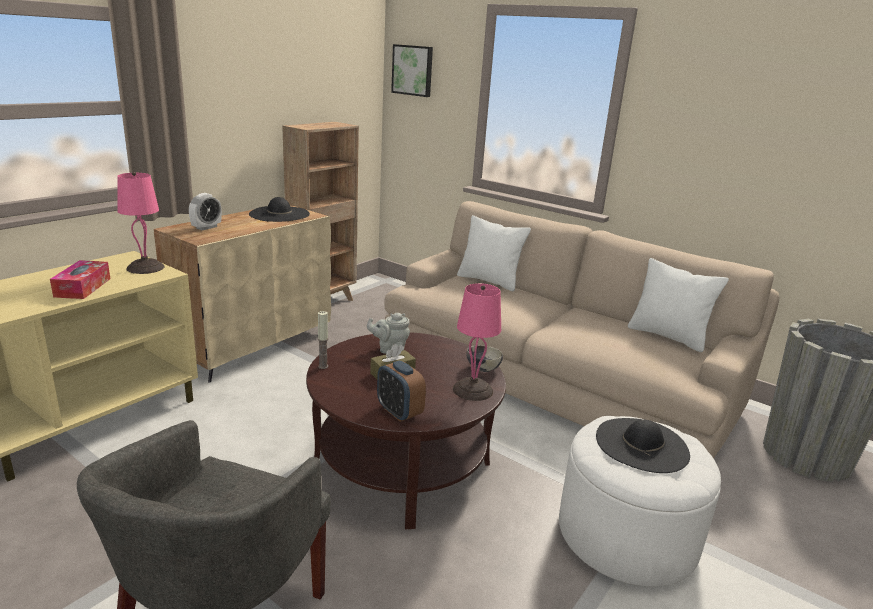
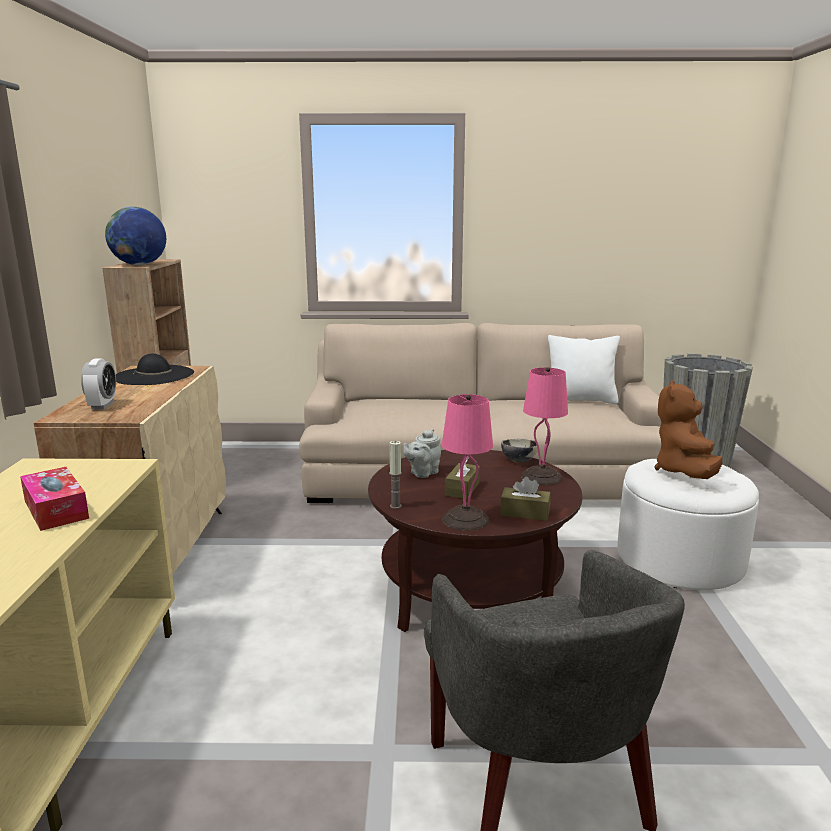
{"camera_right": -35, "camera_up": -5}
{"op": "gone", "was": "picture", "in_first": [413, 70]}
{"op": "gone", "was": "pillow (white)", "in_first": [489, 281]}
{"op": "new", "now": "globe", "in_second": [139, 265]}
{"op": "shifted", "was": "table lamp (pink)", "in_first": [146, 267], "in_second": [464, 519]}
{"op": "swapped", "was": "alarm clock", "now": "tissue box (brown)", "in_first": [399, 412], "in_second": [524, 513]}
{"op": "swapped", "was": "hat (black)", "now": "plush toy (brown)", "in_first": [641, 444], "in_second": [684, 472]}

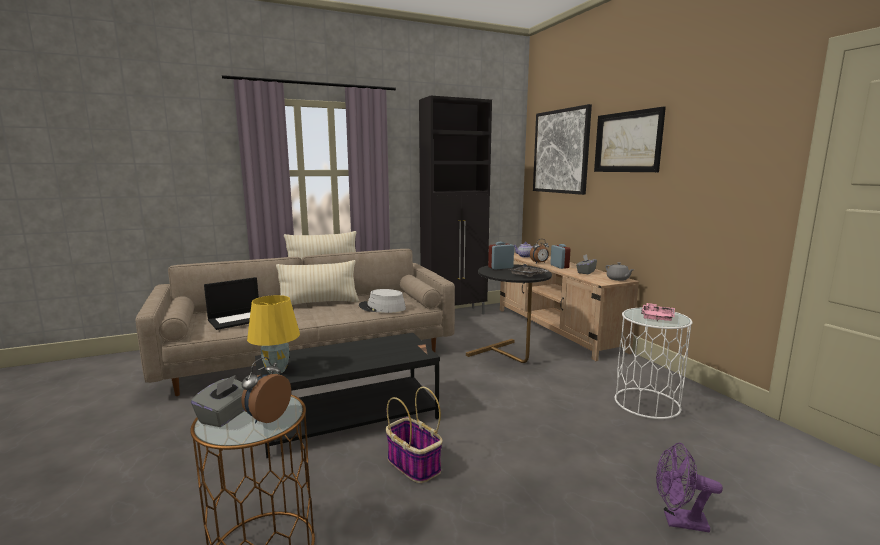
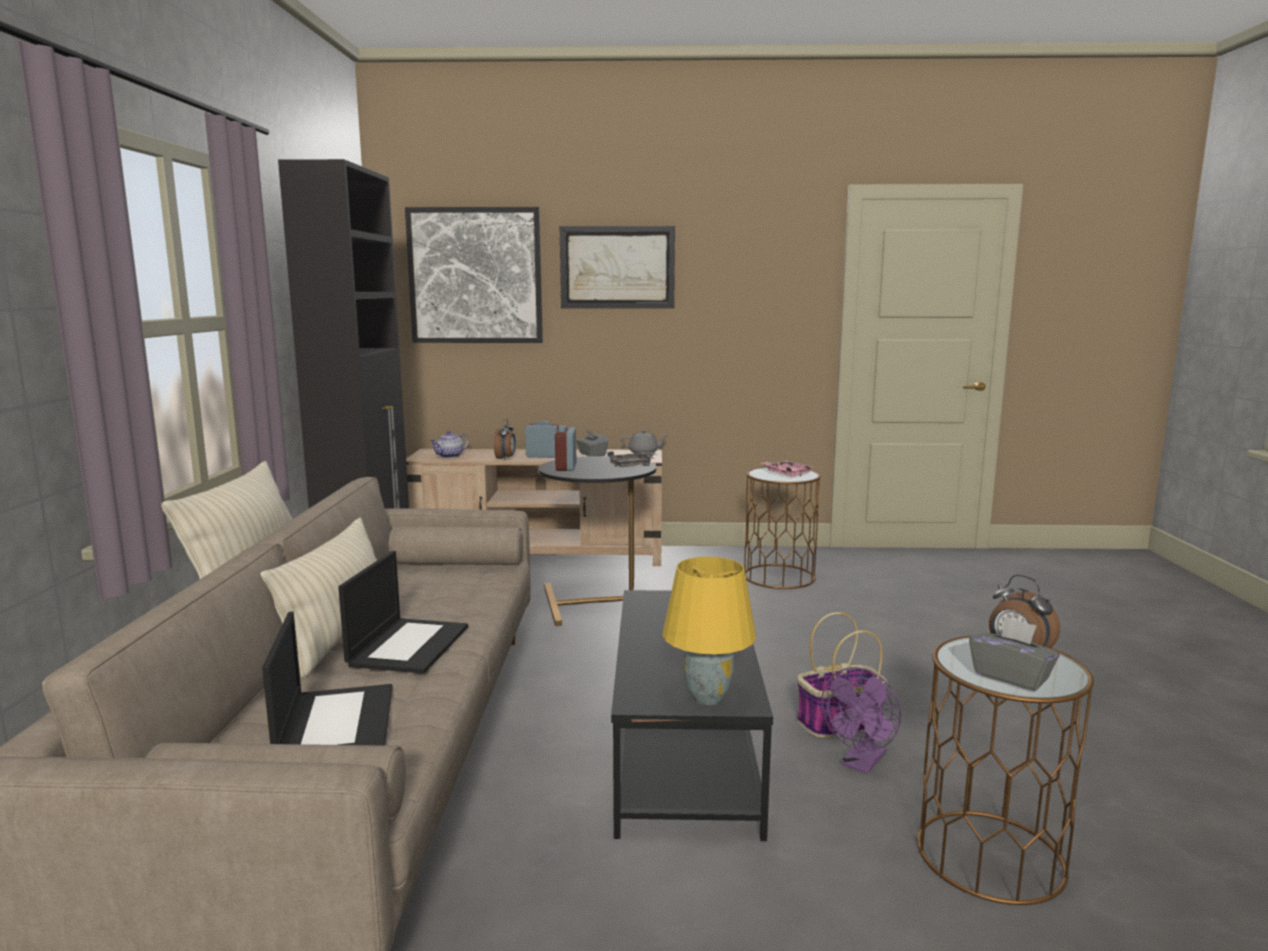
{"camera_right": -65, "camera_up": 0}
{"op": "gone", "was": "hat (grey)", "in_first": [382, 308]}
{"op": "new", "now": "laptop", "in_second": [408, 645]}
{"op": "shifted", "was": "fan (purple)", "in_first": [678, 521], "in_second": [861, 764]}
{"op": "repainted", "was": "side table (white)", "now": "side table (brown)", "in_first": [647, 403], "in_second": [779, 577]}

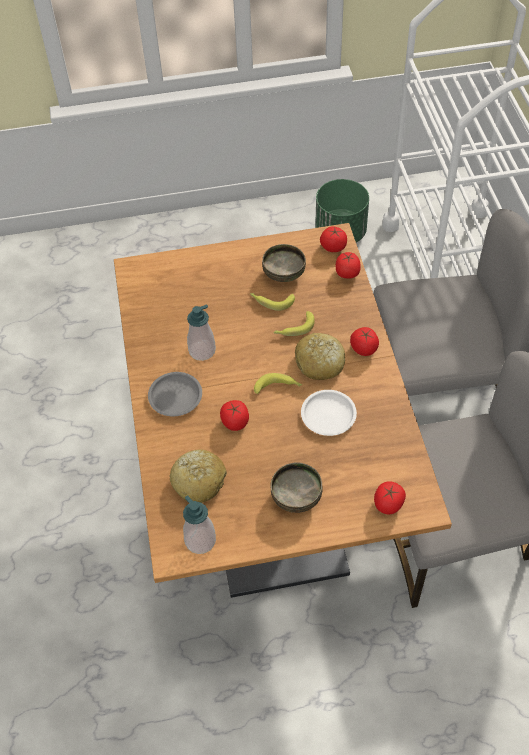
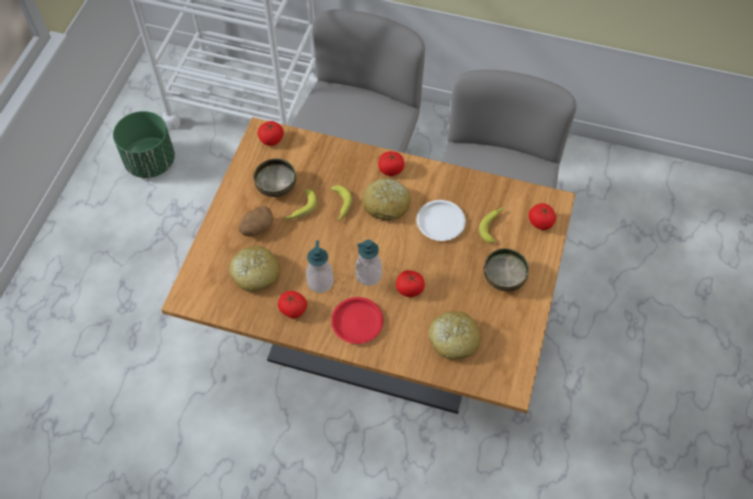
{"camera_right": -65, "camera_up": 5}
{"op": "new", "now": "bread", "in_second": [255, 273]}
{"op": "new", "now": "potato", "in_second": [257, 228]}
{"op": "shifted", "was": "soap dispenser", "in_first": [200, 540], "in_second": [368, 275]}
{"op": "shifted", "was": "banana", "in_first": [278, 387], "in_second": [493, 225]}
{"op": "shifted", "was": "tomato", "in_first": [347, 273], "in_second": [293, 309]}
{"op": "repainted", "was": "plate (grey)", "now": "plate (red)", "in_first": [175, 396], "in_second": [357, 322]}

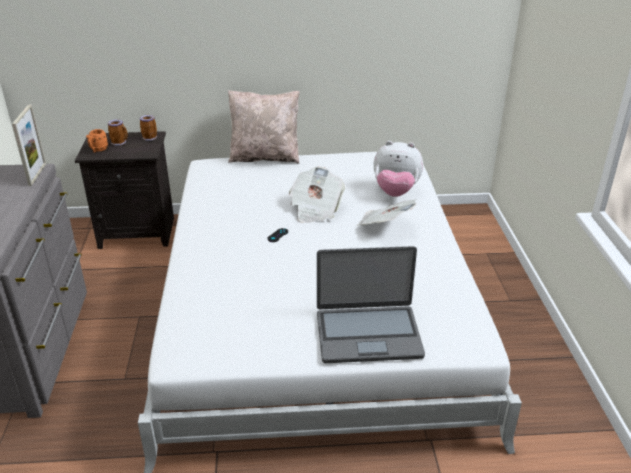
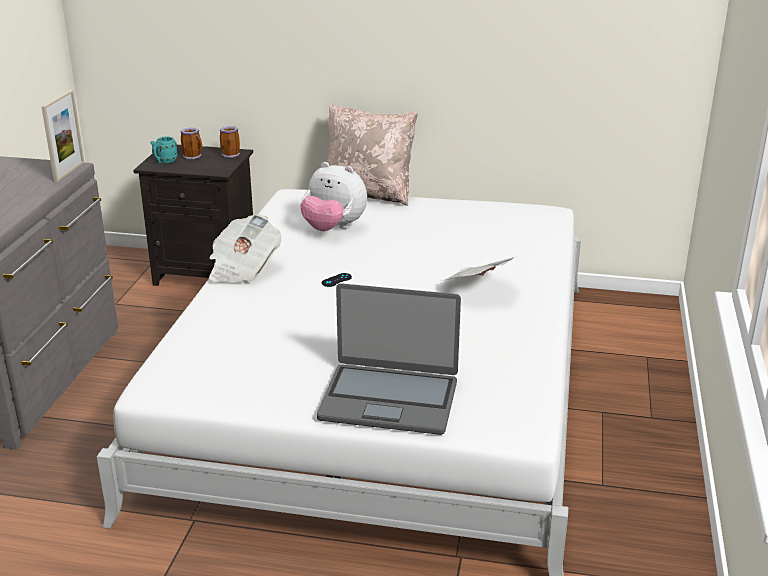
{"camera_right": 15, "camera_up": -5}
{"op": "shifted", "was": "newspaper", "in_first": [315, 209], "in_second": [243, 268]}
{"op": "shifted", "was": "plush toy", "in_first": [395, 192], "in_second": [333, 228]}
{"op": "repainted", "was": "mug (orange)", "now": "mug (turquoise)", "in_first": [98, 150], "in_second": [164, 162]}

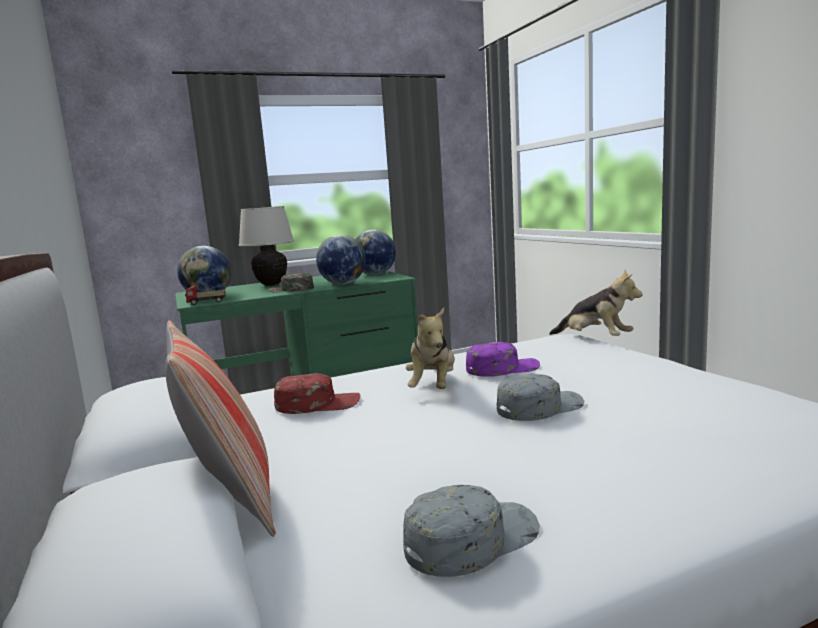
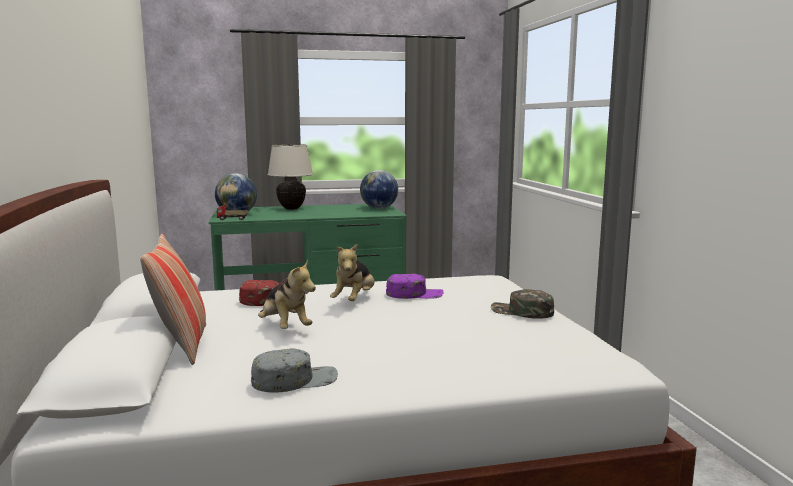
{"camera_right": 10, "camera_up": 0}
{"op": "gone", "was": "globe", "in_first": [343, 284]}
{"op": "gone", "was": "cap (grey)", "in_first": [539, 407]}
{"op": "shifted", "was": "cap (green)", "in_first": [291, 290], "in_second": [521, 312]}
{"op": "shifted", "was": "plush toy", "in_first": [595, 339], "in_second": [284, 327]}

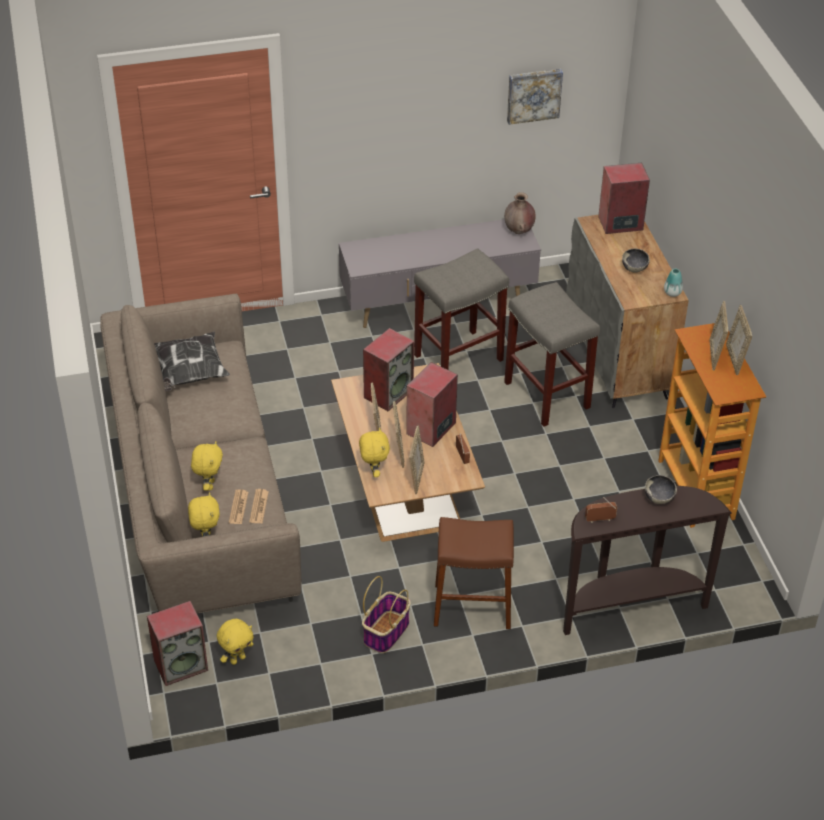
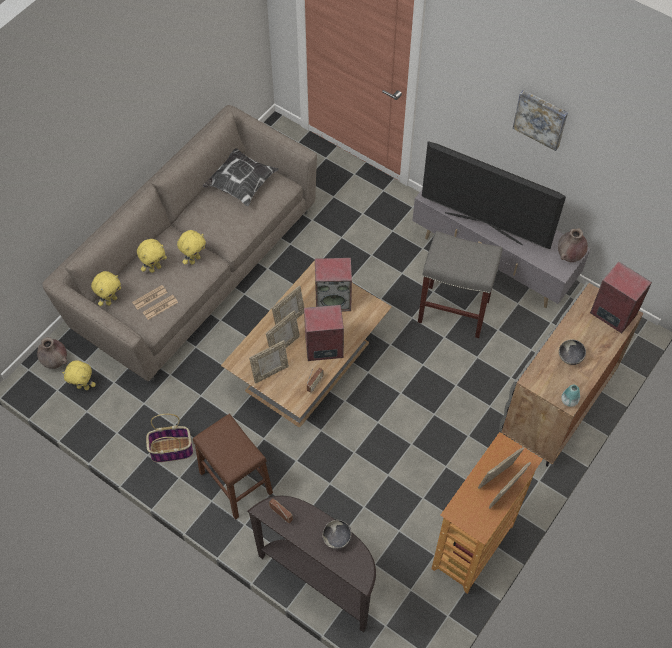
{"camera_right": 50, "camera_up": 15}
{"op": "gone", "was": "stool (grey)", "in_first": [548, 395]}
{"op": "new", "now": "television", "in_second": [484, 227]}
{"op": "shifted", "was": "plush toy (yellow)", "in_first": [374, 472], "in_second": [194, 259]}
{"op": "shifted", "was": "picture", "in_first": [533, 95], "in_second": [541, 118]}
{"op": "swapped", "was": "speaker", "now": "vase (brown)", "in_first": [181, 665], "in_second": [56, 362]}

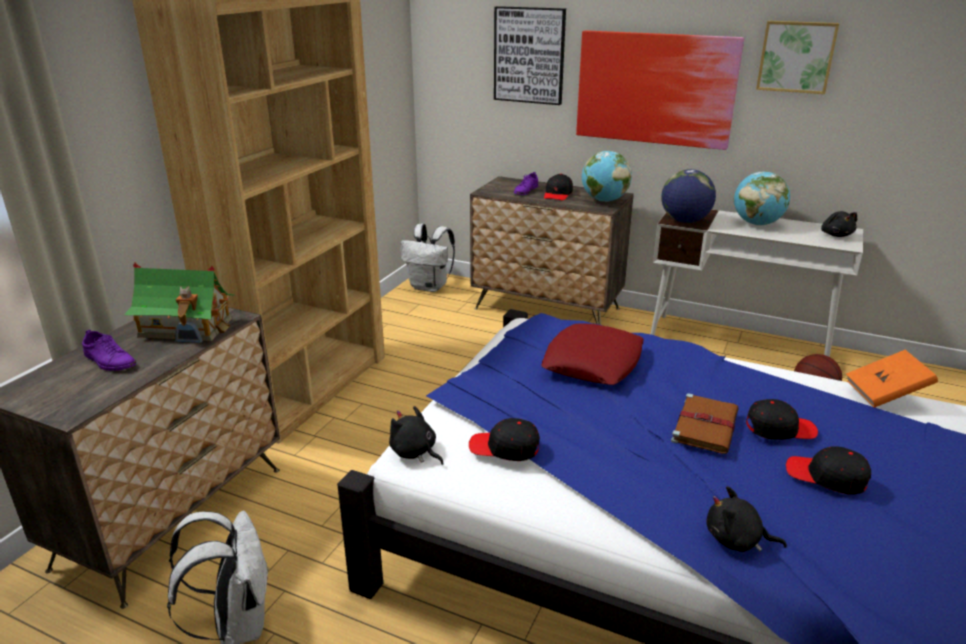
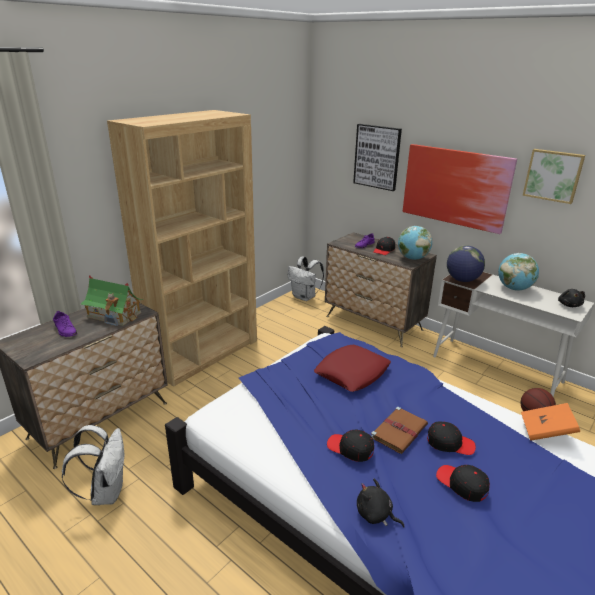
{"camera_right": 15, "camera_up": 0}
{"op": "gone", "was": "plush toy (black)", "in_first": [415, 452]}
{"op": "shifted", "was": "cap (black)", "in_first": [504, 448], "in_second": [350, 448]}

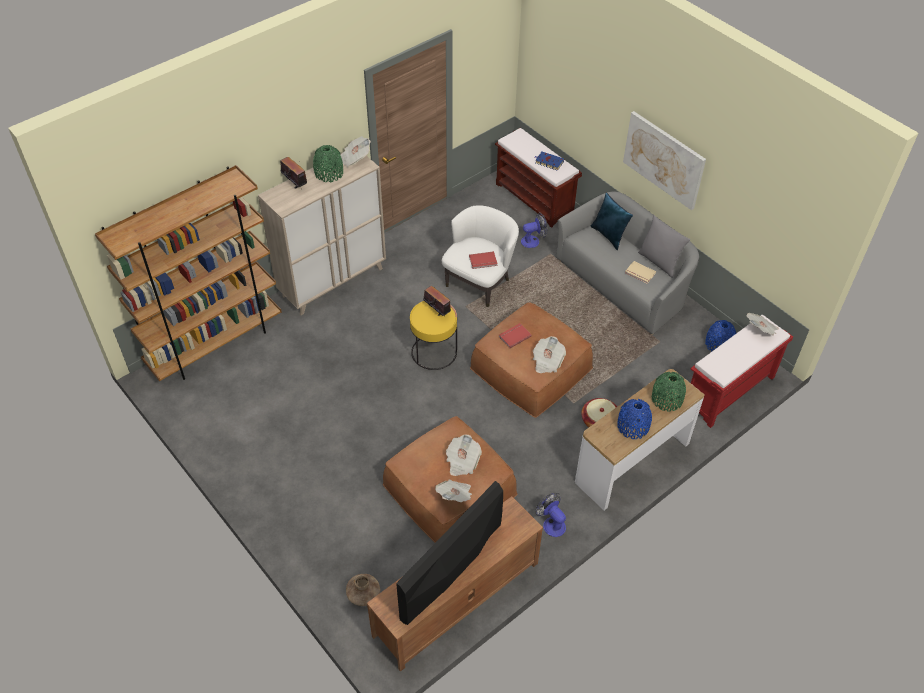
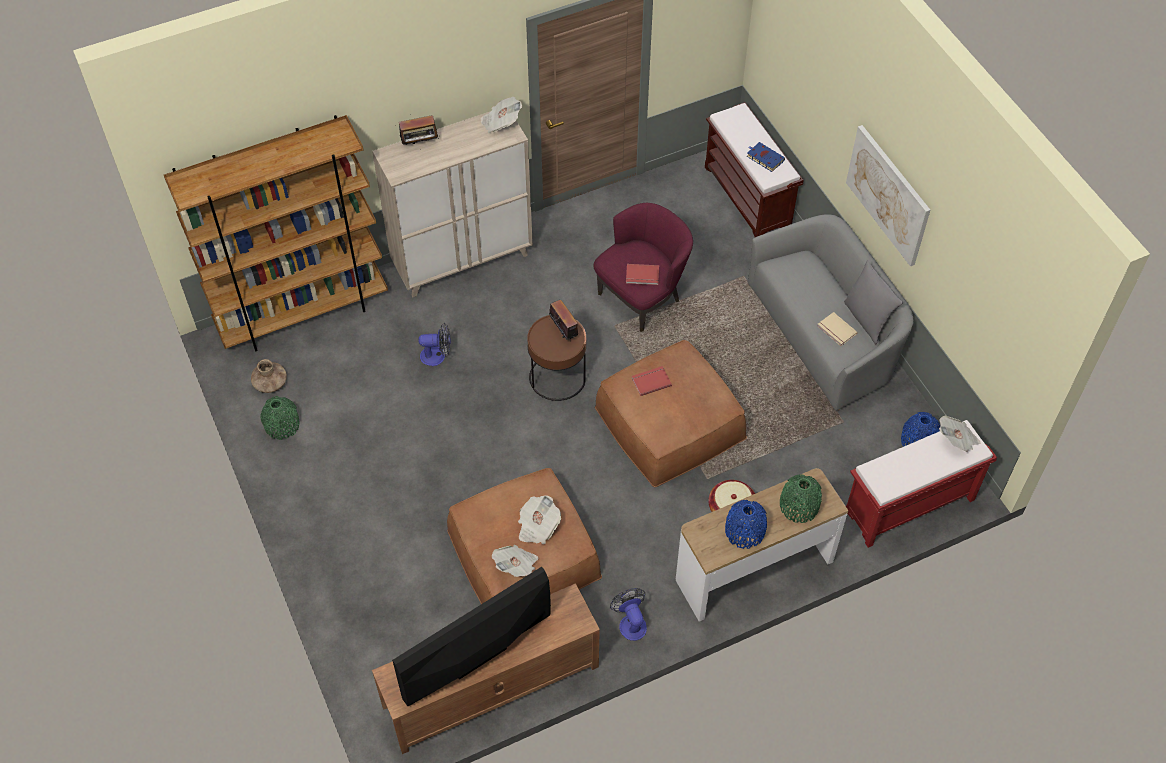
{"camera_right": 15, "camera_up": 5}
{"op": "gone", "was": "newspaper", "in_first": [547, 361]}
{"op": "gone", "was": "pillow (blue)", "in_first": [609, 235]}
{"op": "shifted", "was": "vase (green)", "in_first": [329, 173], "in_second": [282, 425]}
{"op": "shifted", "was": "vase (brown)", "in_first": [363, 594], "in_second": [270, 383]}
{"op": "shifted", "was": "fan", "in_first": [533, 241], "in_second": [437, 356]}
{"op": "repainted", "was": "side table (yellow)", "now": "side table (brown)", "in_first": [433, 352], "in_second": [557, 377]}
{"op": "repainted", "was": "armchair (white)", "now": "armchair (purple)", "in_first": [480, 282], "in_second": [642, 297]}
{"op": "rotated", "was": "radio", "in_first": [295, 184], "in_second": [420, 144], "clockwise": 105}

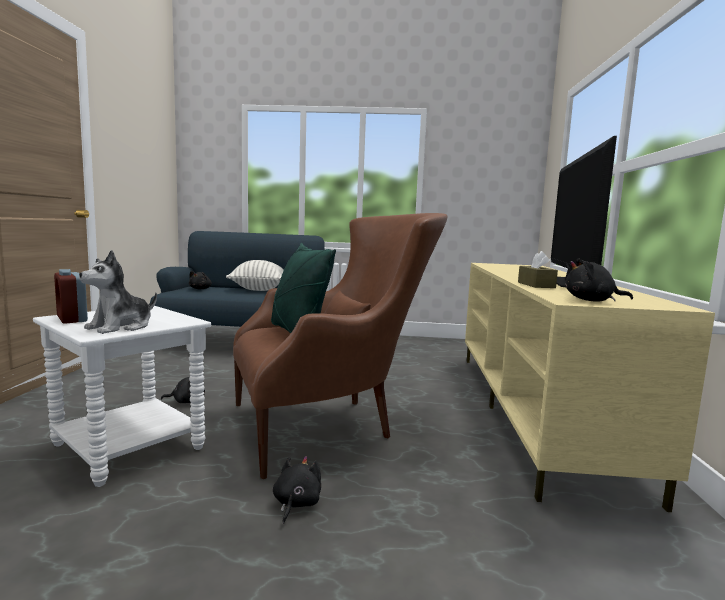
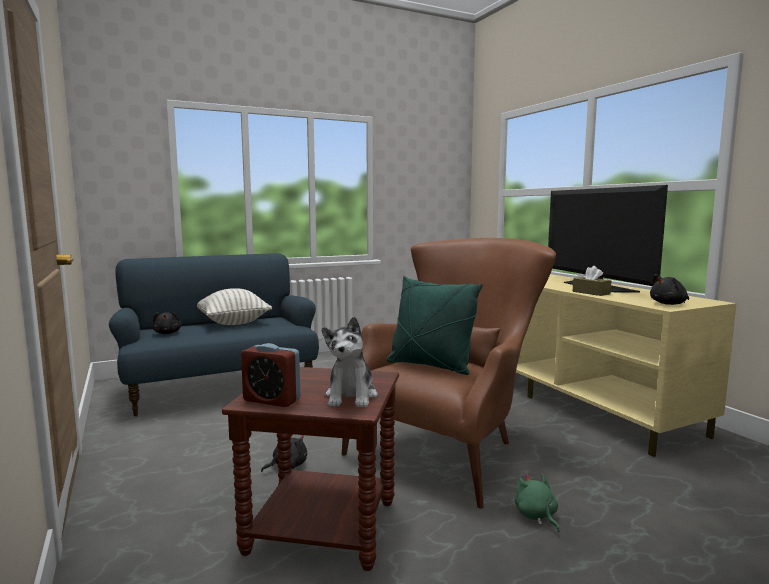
{"camera_right": -30, "camera_up": 0}
{"op": "repainted", "was": "side table (white)", "now": "side table (brown)", "in_first": [130, 447], "in_second": [323, 526]}
{"op": "repainted", "was": "plush toy (black)", "now": "plush toy (green)", "in_first": [296, 504], "in_second": [536, 516]}

